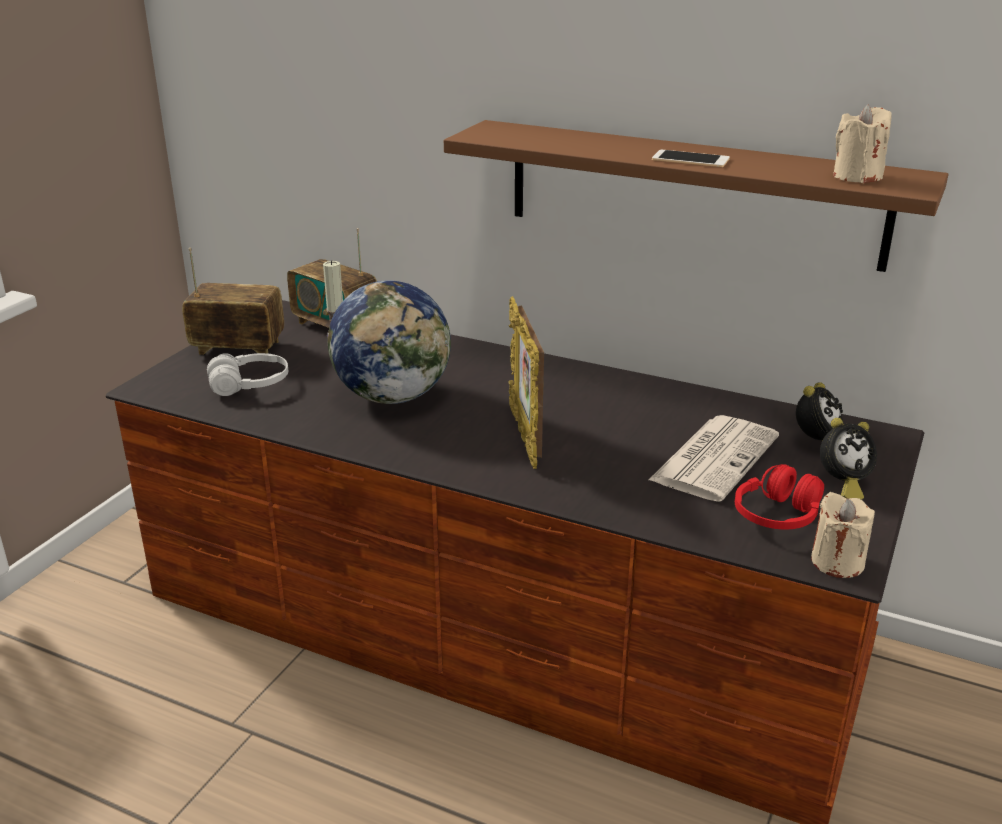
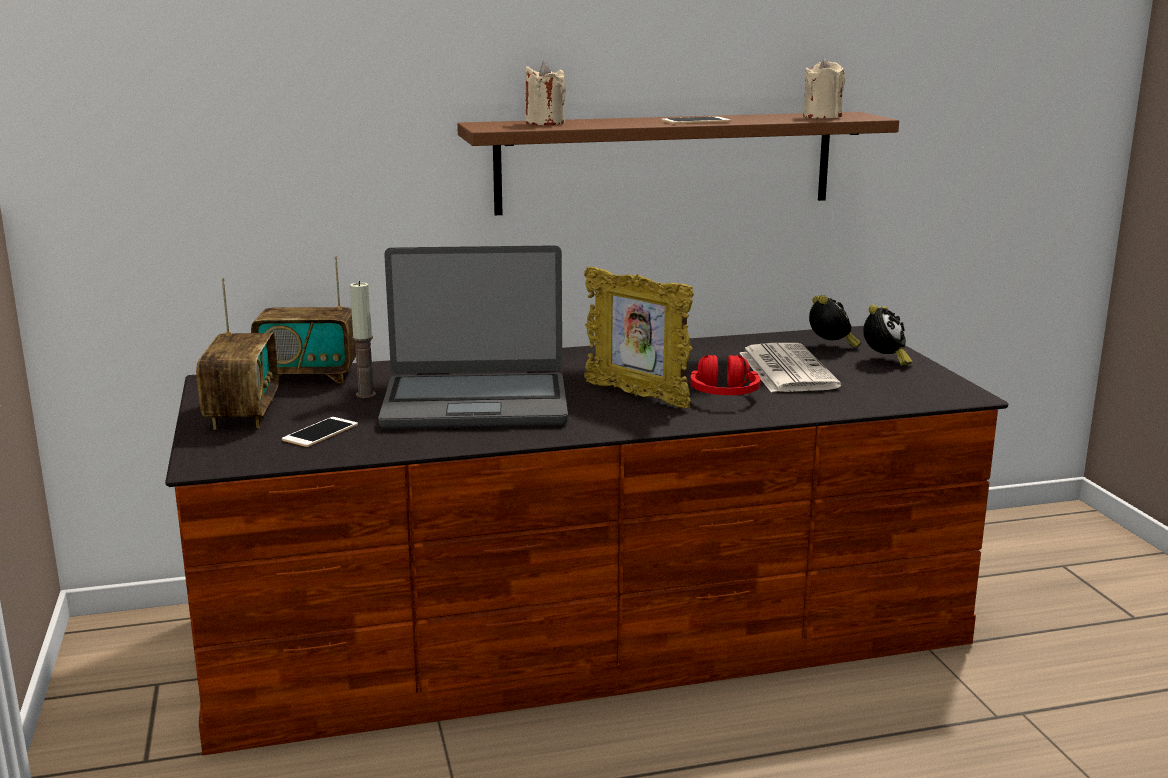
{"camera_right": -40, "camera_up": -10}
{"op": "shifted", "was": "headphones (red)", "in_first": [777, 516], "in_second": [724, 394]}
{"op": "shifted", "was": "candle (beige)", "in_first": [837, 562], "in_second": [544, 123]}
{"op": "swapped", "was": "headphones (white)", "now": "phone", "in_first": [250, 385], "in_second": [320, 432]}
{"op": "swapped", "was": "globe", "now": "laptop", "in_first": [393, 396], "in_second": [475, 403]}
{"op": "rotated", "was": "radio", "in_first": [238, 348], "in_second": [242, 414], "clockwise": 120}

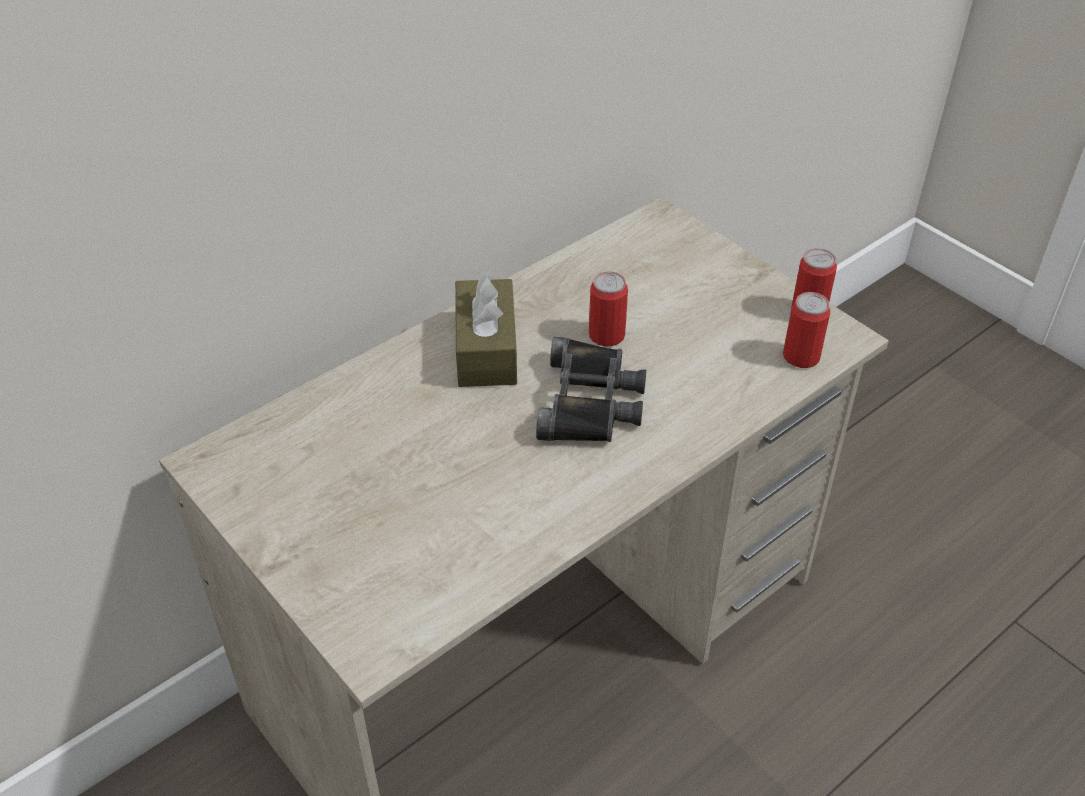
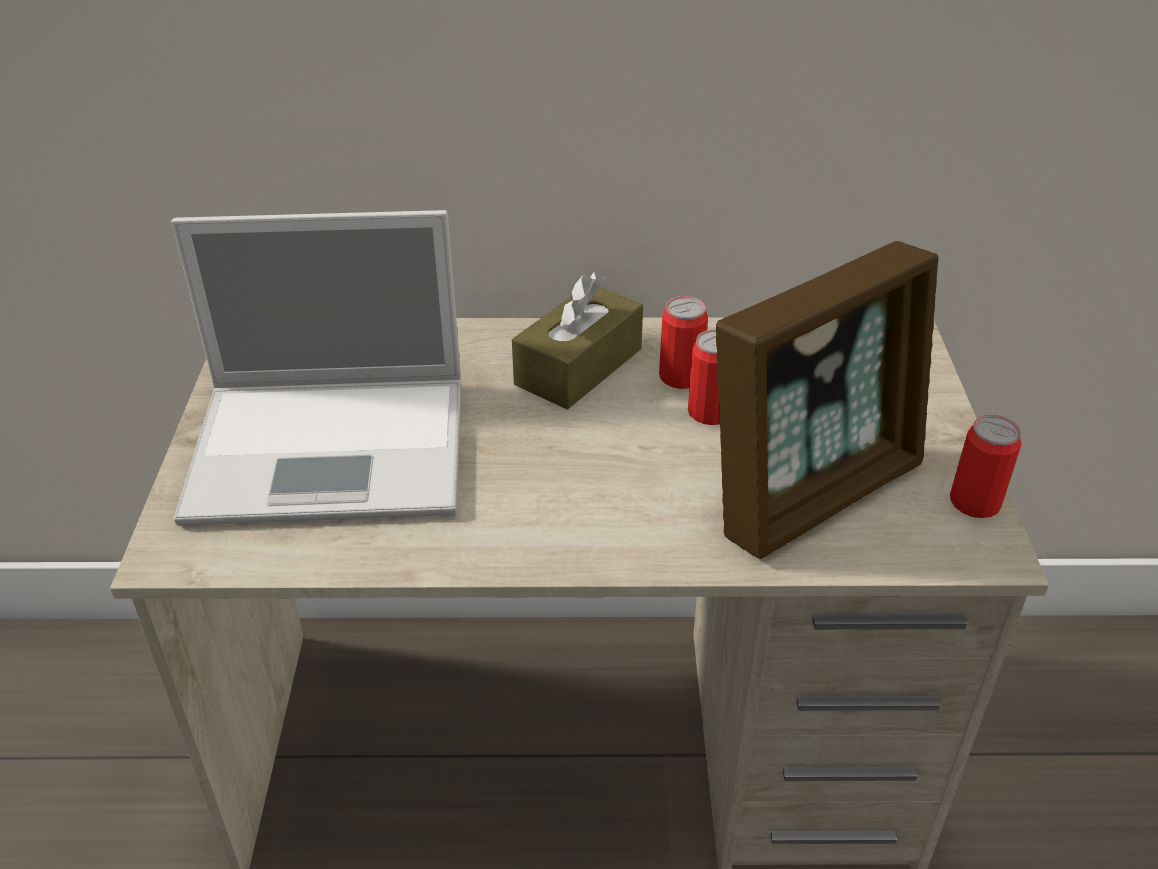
{"camera_right": 40, "camera_up": -5}
{"op": "gone", "was": "binoculars (black)", "in_first": [591, 402]}
{"op": "new", "now": "laptop", "in_second": [336, 448]}
{"op": "new", "now": "picture frame", "in_second": [813, 491]}
{"op": "shifted", "was": "can", "in_first": [801, 356], "in_second": [681, 377]}

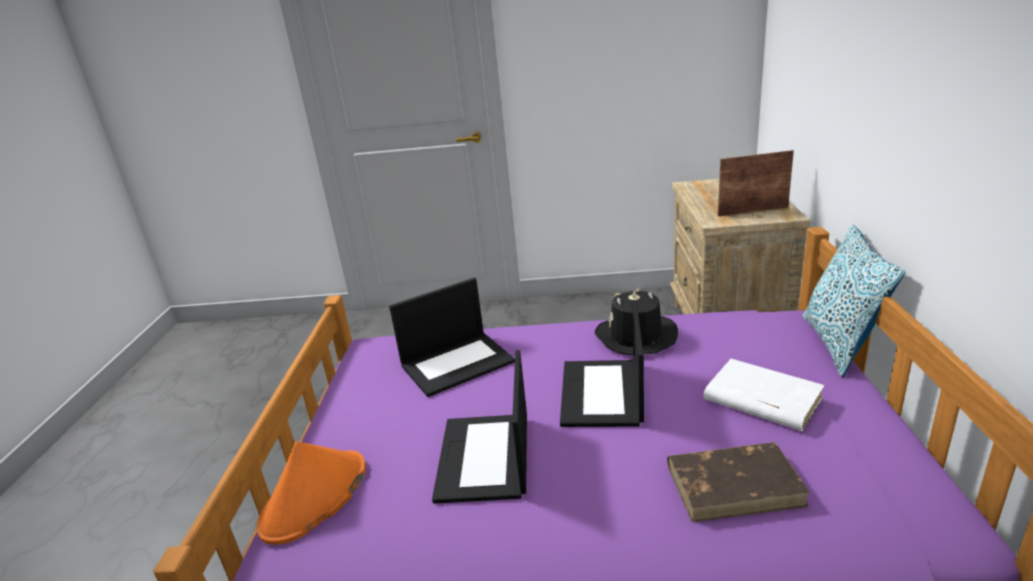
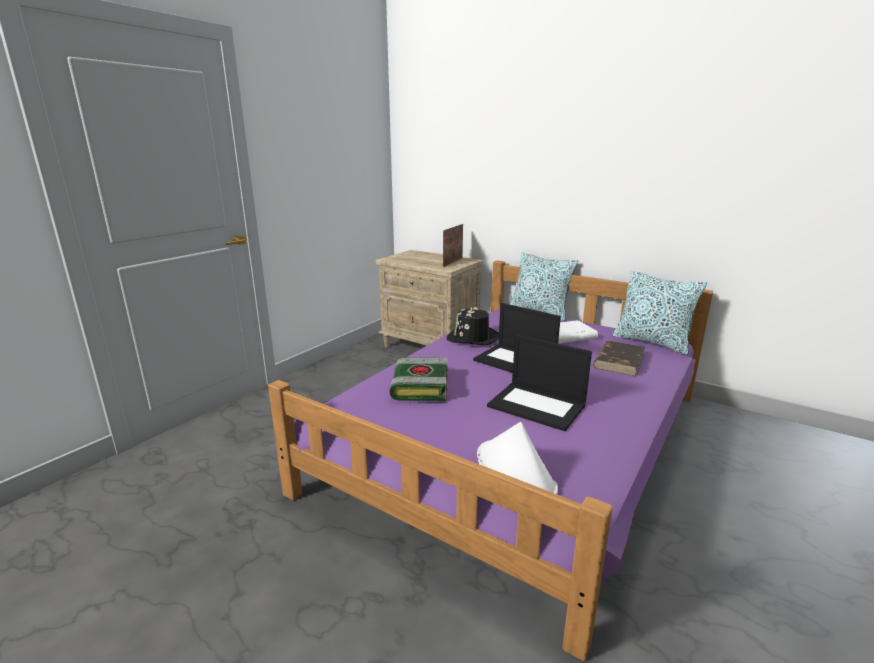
{"camera_right": -60, "camera_up": -5}
{"op": "new", "now": "pillow", "in_second": [652, 342]}
{"op": "swapped", "was": "laptop", "now": "book", "in_first": [457, 363], "in_second": [419, 386]}
{"op": "repainted", "was": "hat (orange)", "now": "hat (white)", "in_first": [314, 497], "in_second": [515, 472]}

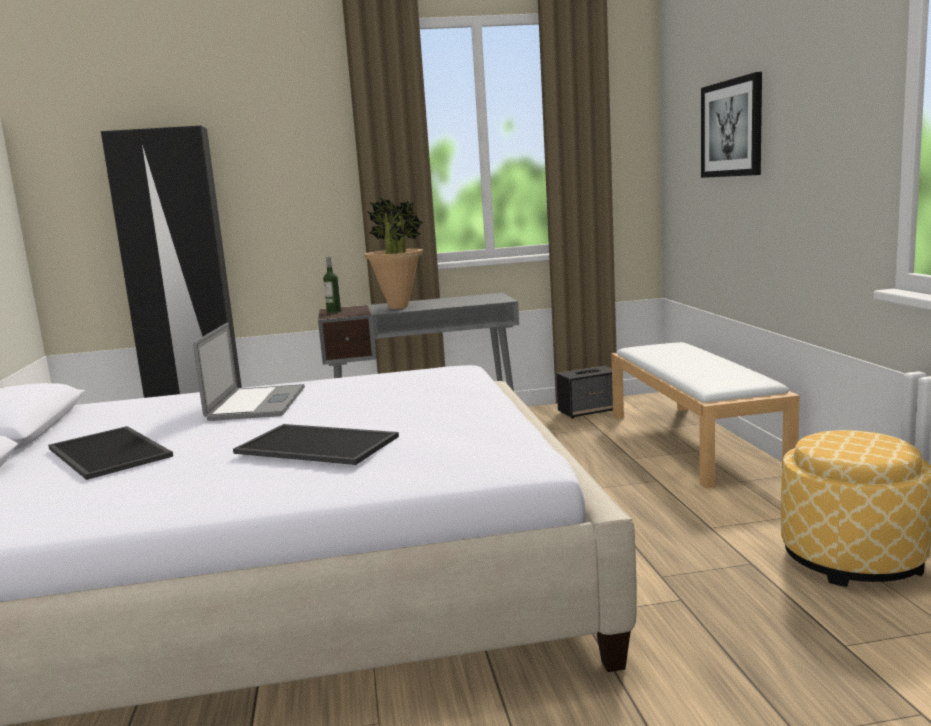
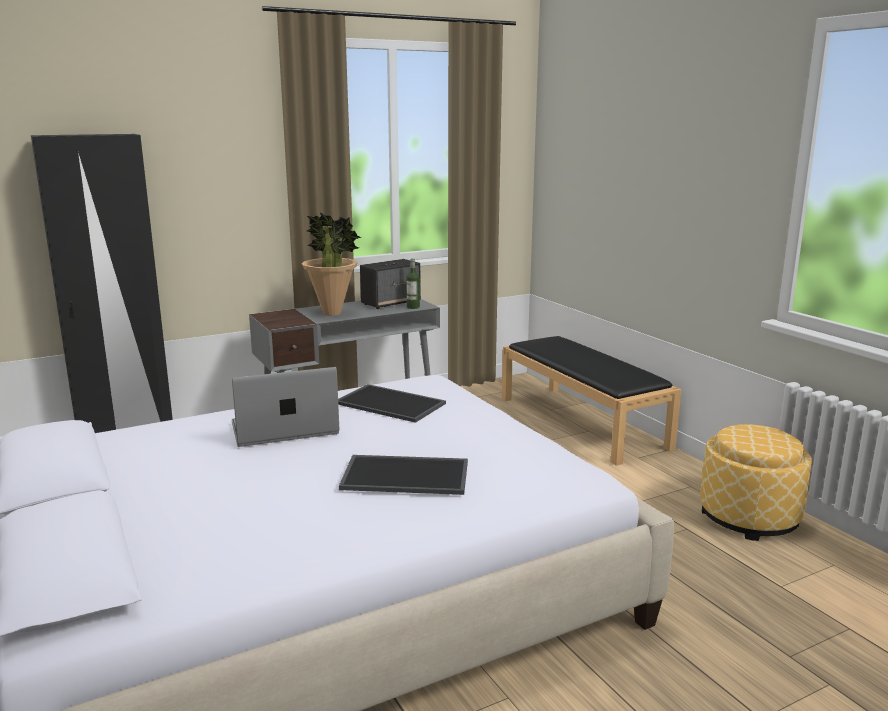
{"camera_right": -20, "camera_up": 5}
{"op": "gone", "was": "picture", "in_first": [732, 128]}
{"op": "shifted", "was": "tray", "in_first": [112, 452], "in_second": [392, 403]}
{"op": "shifted", "was": "bottle", "in_first": [334, 311], "in_second": [413, 307]}
{"op": "shifted", "was": "speaker", "in_first": [589, 411], "in_second": [391, 303]}
{"op": "repainted", "was": "bench (white)", "now": "bench (black)", "in_first": [694, 442], "in_second": [583, 422]}
{"op": "rotated", "was": "laptop", "in_first": [257, 403], "in_second": [284, 428], "clockwise": -90}

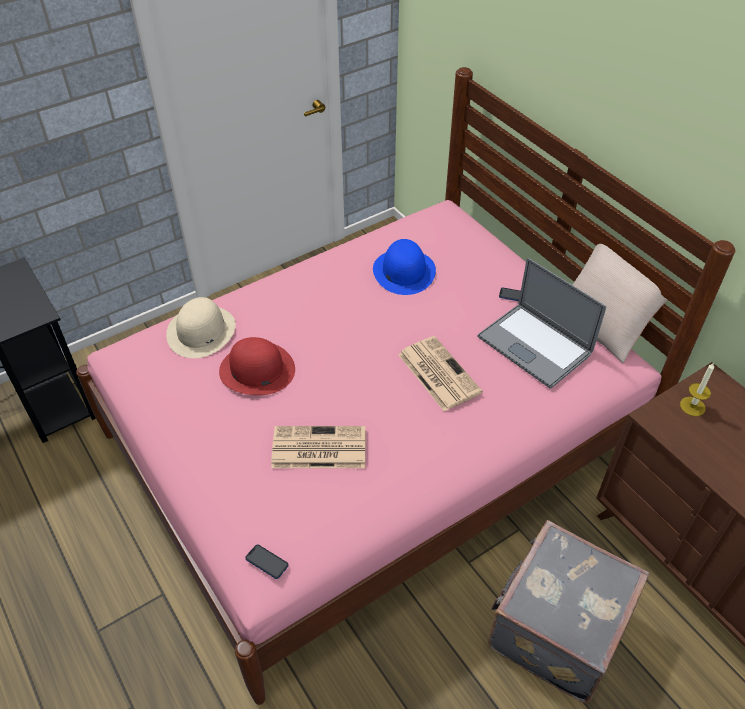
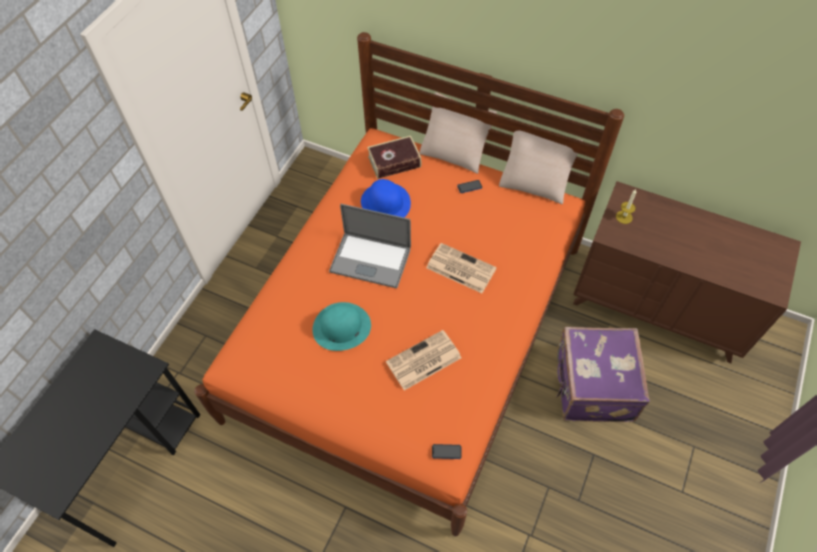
{"camera_right": -30, "camera_up": 10}
{"op": "gone", "was": "hat (beige)", "in_first": [201, 331]}
{"op": "new", "now": "book", "in_second": [394, 162]}
{"op": "new", "now": "pillow (beige)", "in_second": [455, 151]}
{"op": "shifted", "was": "laptop", "in_first": [534, 345], "in_second": [370, 260]}
{"op": "repainted", "was": "bed (pink)", "now": "bed (orange)", "in_first": [371, 444], "in_second": [409, 330]}
{"op": "repainted", "was": "hat (red)", "now": "hat (turquoise)", "in_first": [256, 370], "in_second": [341, 327]}
{"op": "repainted", "was": "suitcase (grey)", "now": "suitcase (purple)", "in_first": [555, 628], "in_second": [591, 387]}

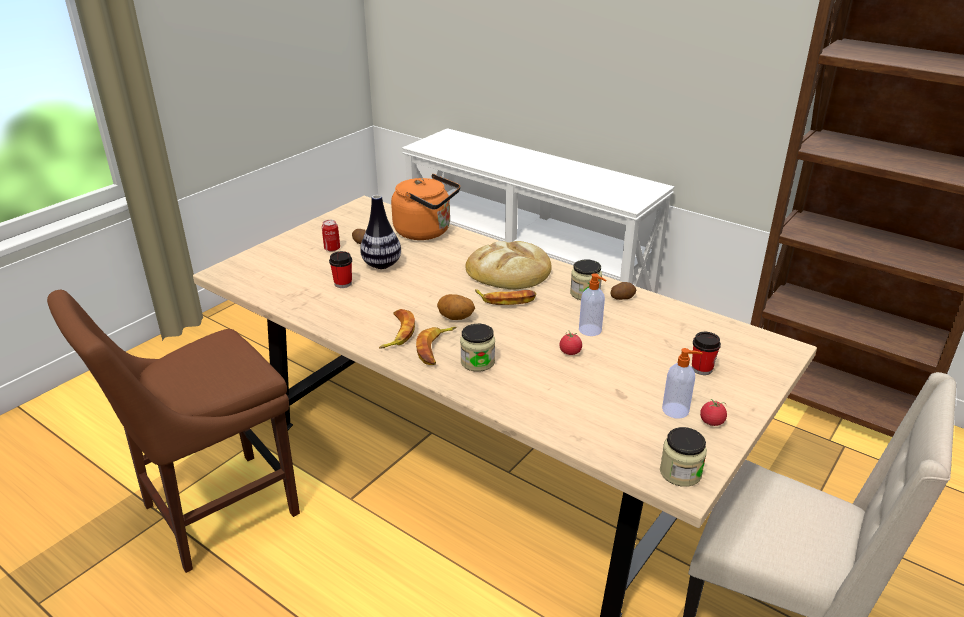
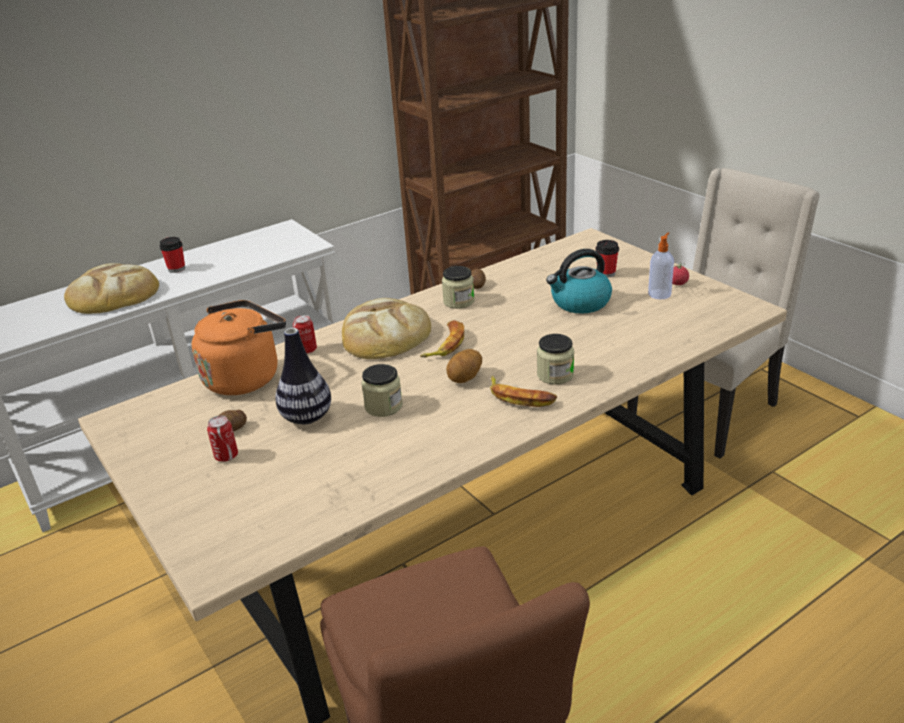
{"camera_right": -70, "camera_up": 0}
{"op": "gone", "was": "banana", "in_first": [397, 333]}
{"op": "gone", "was": "tomato", "in_first": [570, 352]}
{"op": "gone", "was": "soap dispenser", "in_first": [591, 330]}
{"op": "new", "now": "bread", "in_second": [113, 295]}
{"op": "new", "now": "can", "in_second": [307, 350]}
{"op": "new", "now": "kettle", "in_second": [580, 303]}
{"op": "shifted", "was": "cup", "in_first": [343, 283], "in_second": [176, 269]}
{"op": "shifted", "was": "jar", "in_first": [680, 472], "in_second": [383, 406]}

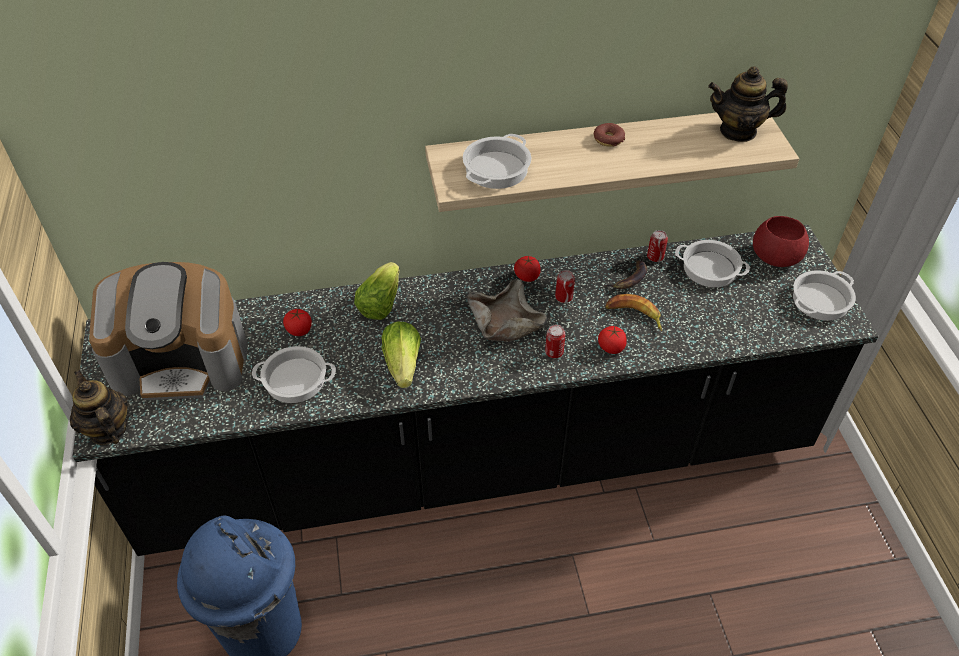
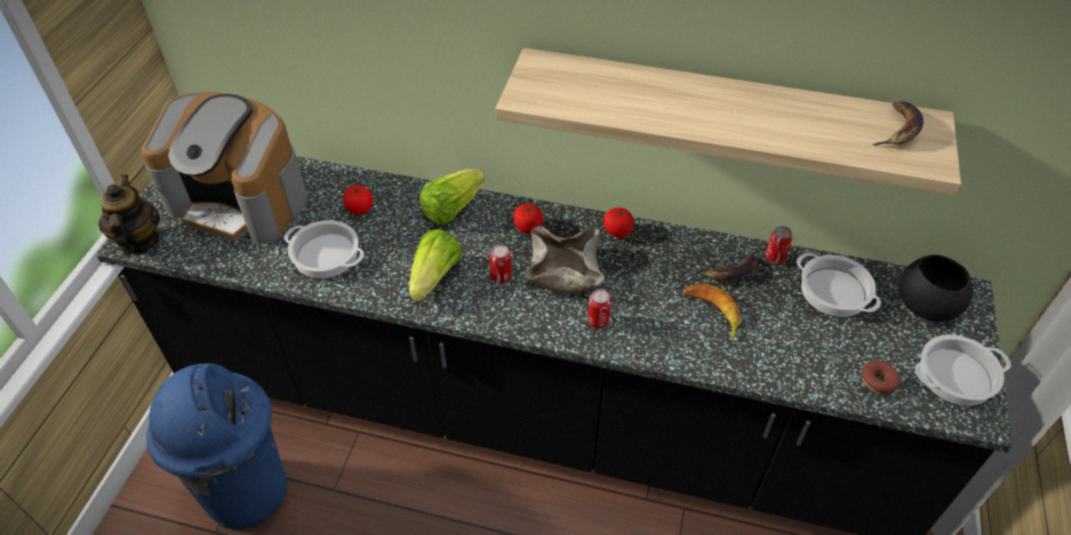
{"camera_right": 25, "camera_up": 0}
{"op": "gone", "was": "cooking pot", "in_first": [496, 168]}
{"op": "shifted", "was": "can", "in_first": [563, 297], "in_second": [501, 276]}
{"op": "shifted", "was": "donut", "in_first": [608, 139], "in_second": [878, 380]}
{"op": "shifted", "was": "tomato", "in_first": [611, 347], "in_second": [528, 227]}
{"op": "swapped", "was": "teapot", "now": "banana", "in_first": [738, 131], "in_second": [899, 130]}
{"op": "repainted", "was": "bowl (red)", "now": "bowl (black)", "in_first": [774, 256], "in_second": [925, 303]}

